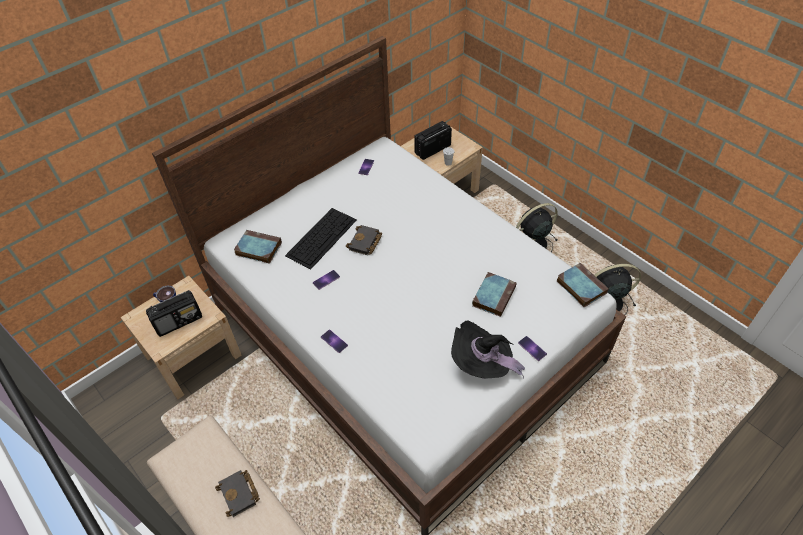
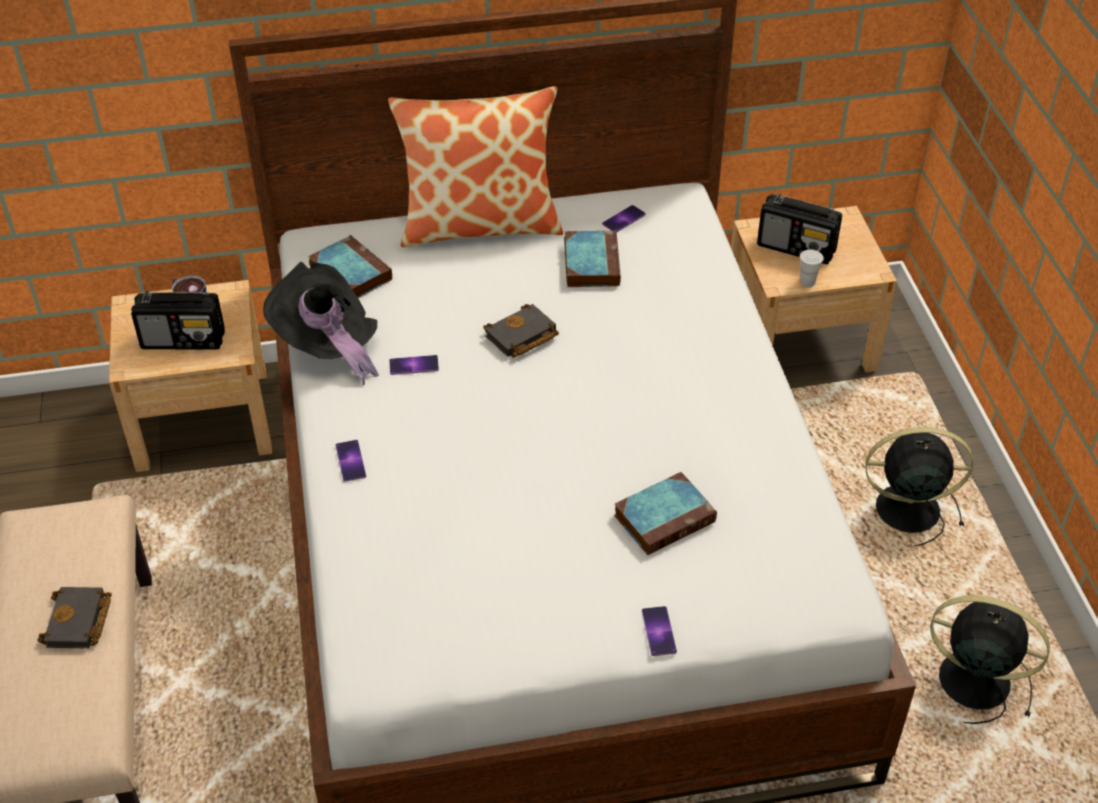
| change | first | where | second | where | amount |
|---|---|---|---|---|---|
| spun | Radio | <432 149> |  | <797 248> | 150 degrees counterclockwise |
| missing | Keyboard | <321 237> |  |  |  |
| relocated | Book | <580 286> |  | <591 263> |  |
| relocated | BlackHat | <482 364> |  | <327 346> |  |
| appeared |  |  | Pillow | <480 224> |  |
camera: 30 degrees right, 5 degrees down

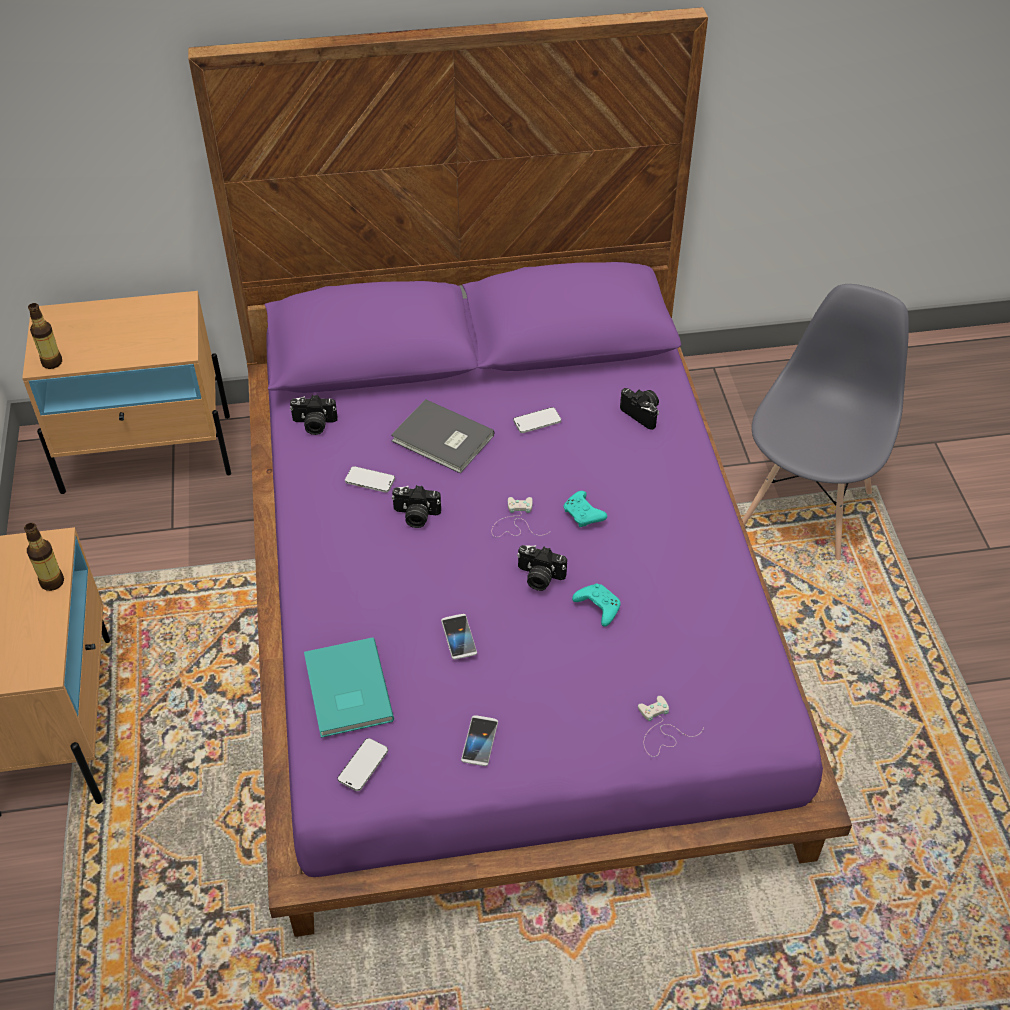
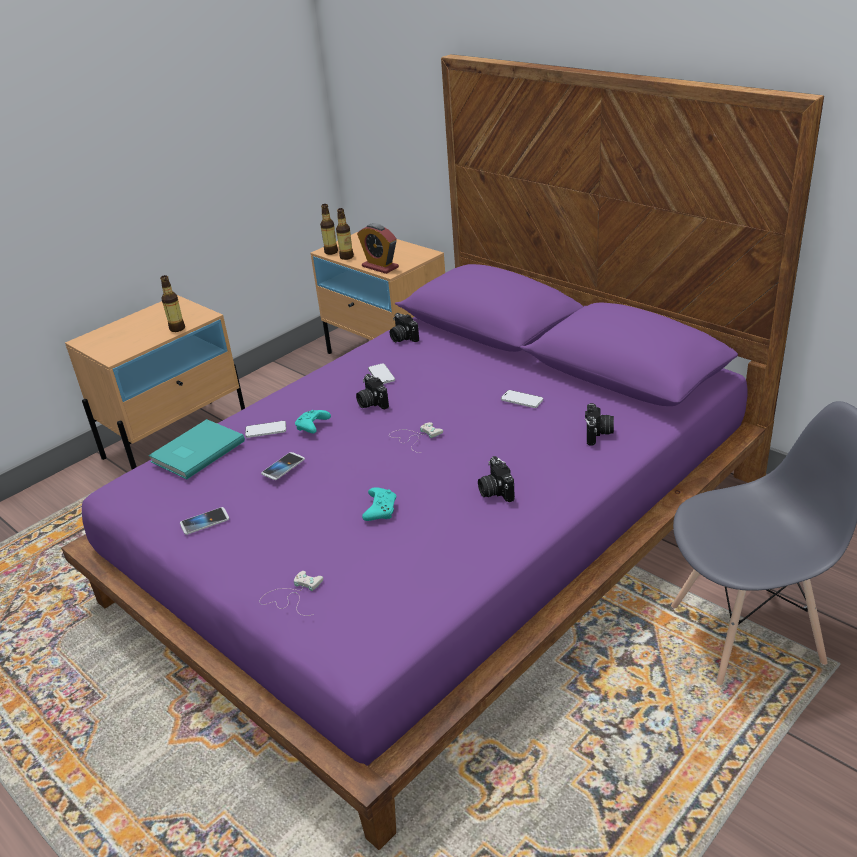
| change | first | where | second | where | amount |
|---|---|---|---|---|---|
| missing | GreyBook | <442 440> |  |  |  |
| relocated | TurquoiseGameController | <584 515> |  | <312 427> |  |
| relocated | PhotoCamera | <539 577> |  | <495 491> |  |
| relocated | Phone | <363 765> |  | <266 430> |  |
| appeared |  |  | Bottle | <346 257> |  |
| appeared |  |  | AlarmClock | <380 267> |  |
camera: 55 degrees right, 15 degrees down

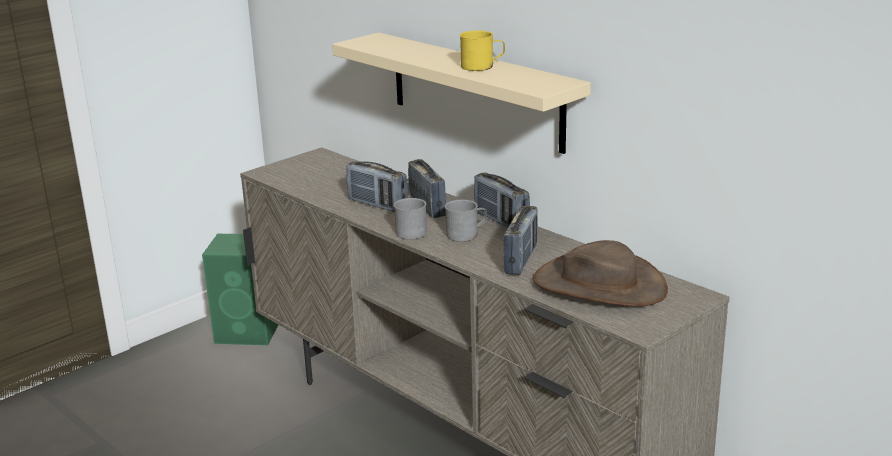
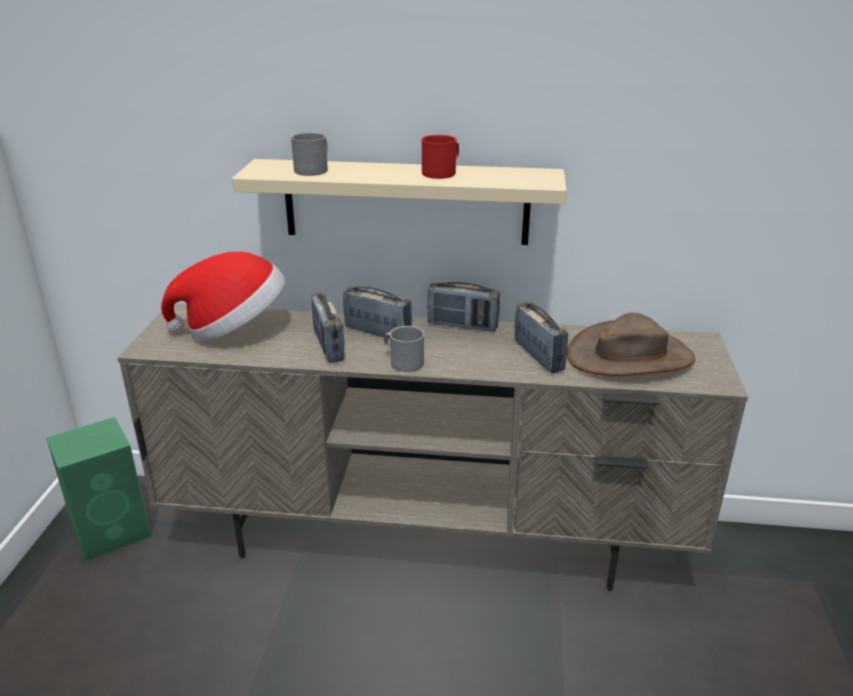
| change | first | where | second | where | amount |
|---|---|---|---|---|---|
| colour | YellowMug | <482 66> | RedMug | <442 172> |  |
| spun | Radio | <377 205> |  | <328 346> | 75 degrees clockwise |
| relocated | GreyMug | <466 234> |  | <314 169> |  |
| appeared |  |  | Hat | <233 329> |  |
camera: 40 degrees left, 5 degrees up

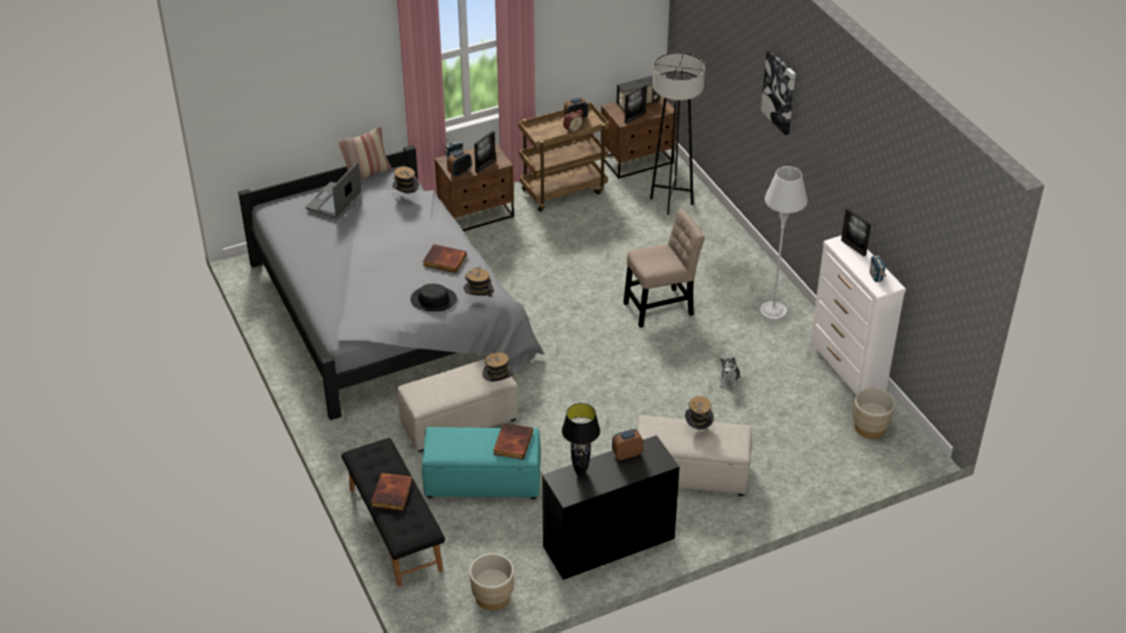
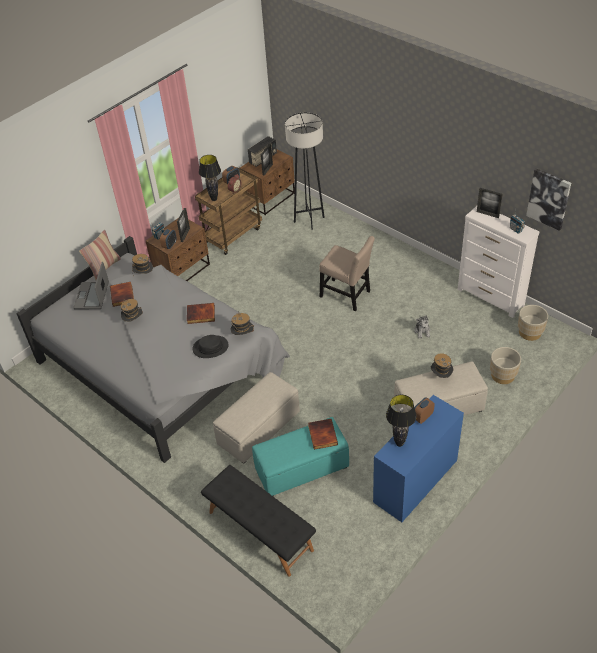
| change | first | where | second | where | amount |
|---|---|---|---|---|---|
| relocated | Picture | <779 91> |  | <549 198> |  |
| missing | GreyFloorLamp | <773 312> |  |  |  |
| spun | BeigeChair | <661 307> |  | <347 295> | 75 degrees clockwise |
| relocated | Hat | <497 383> |  | <134 321> |  |
| colour | BlackDesk | <608 543> | BlueDesk | <416 481> |  |
| relocated | Book | <393 494> |  | <123 295> |  |
| relocated | BeigePlanter | <492 597> |  | <502 375> |  |
| appeared |  |  | BlackTableLamp | <214 199> |  |
camera: 20 degrees left, 5 degrees up

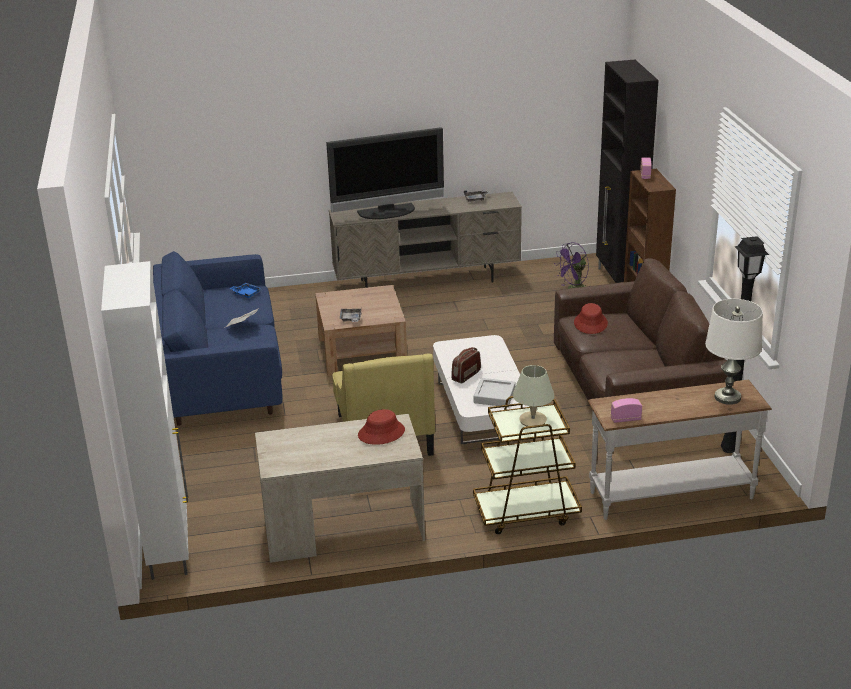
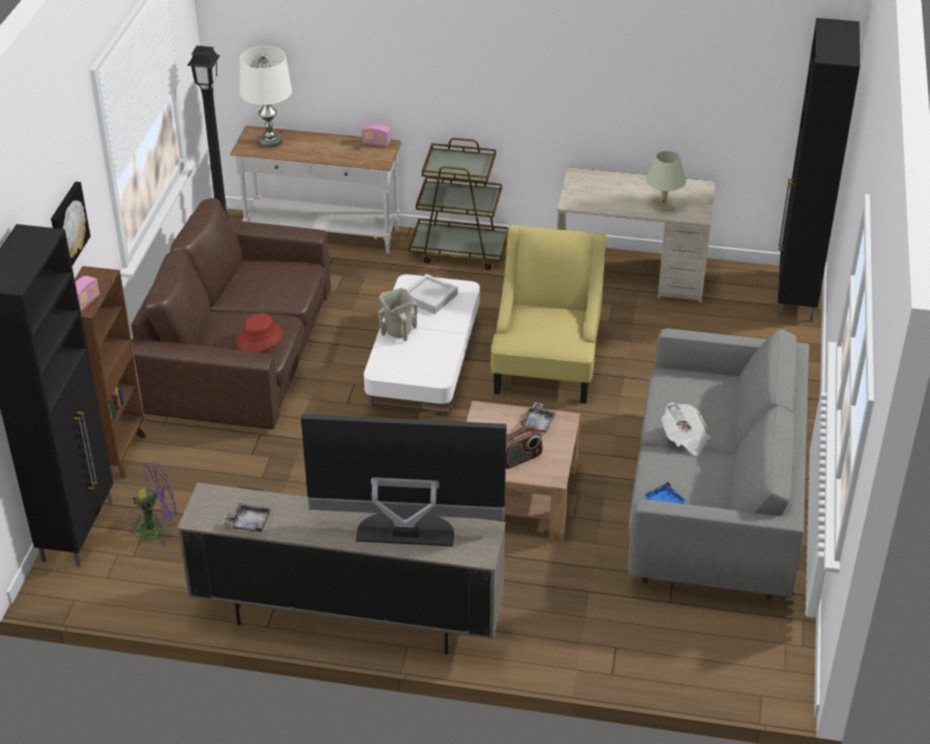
| change | first | where | second | where | amount |
|---|---|---|---|---|---|
| colour | BlueSofa | <220 375> | GreySofa | <714 506> |  |
| colour | WhiteCabinet | <170 549> | BlackCabinet | <795 296> |  |
| relocated | Radio | <466 375> |  | <519 459> |  |
| relocated | BeigeTableLamp | <533 420> |  | <663 204> |  |
| missing | RedHat | <381 433> |  |  |  |
| appeared |  |  | Picture | <67 227> |  |
| appeared |  |  | BeigeVase | <398 331> |  |
camera: 160 degrees left, 10 degrees up

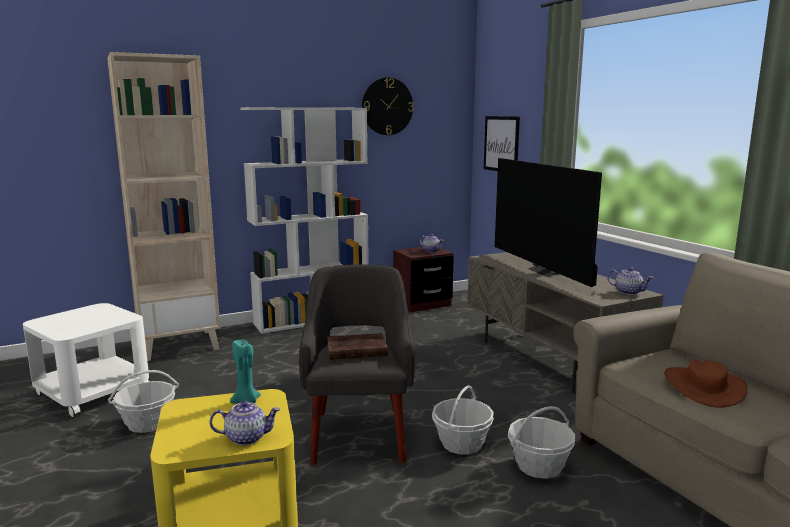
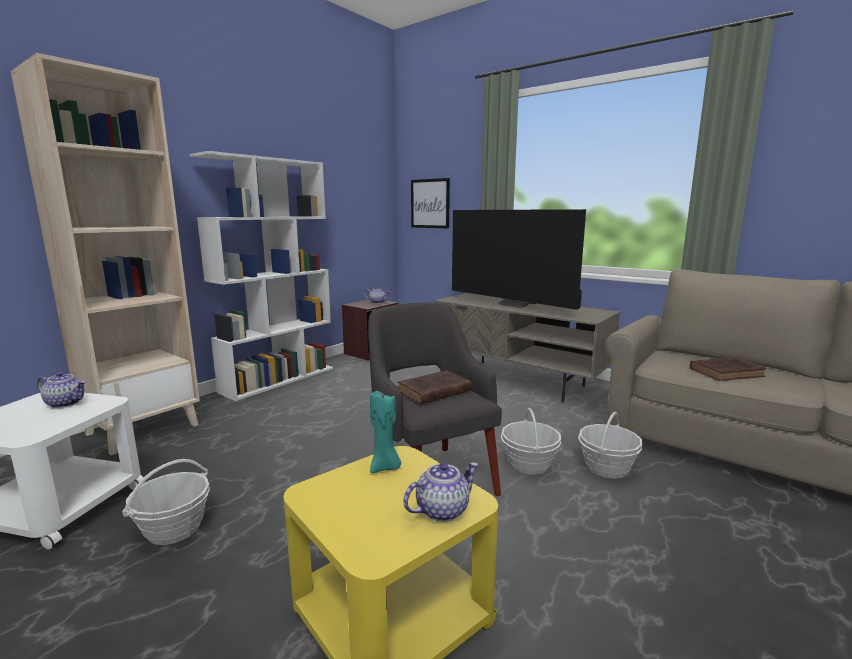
| change | first | where | second | where | amount |
|---|---|---|---|---|---|
| missing | WallClock | <387 106> |  |  |  |
| relocated | Teapot | <628 292> |  | <66 403> |  |
| exchanged | BrownHat | <703 387> | BrownBook | <727 372> |  |
camera: 25 degrees left, 0 degrees up

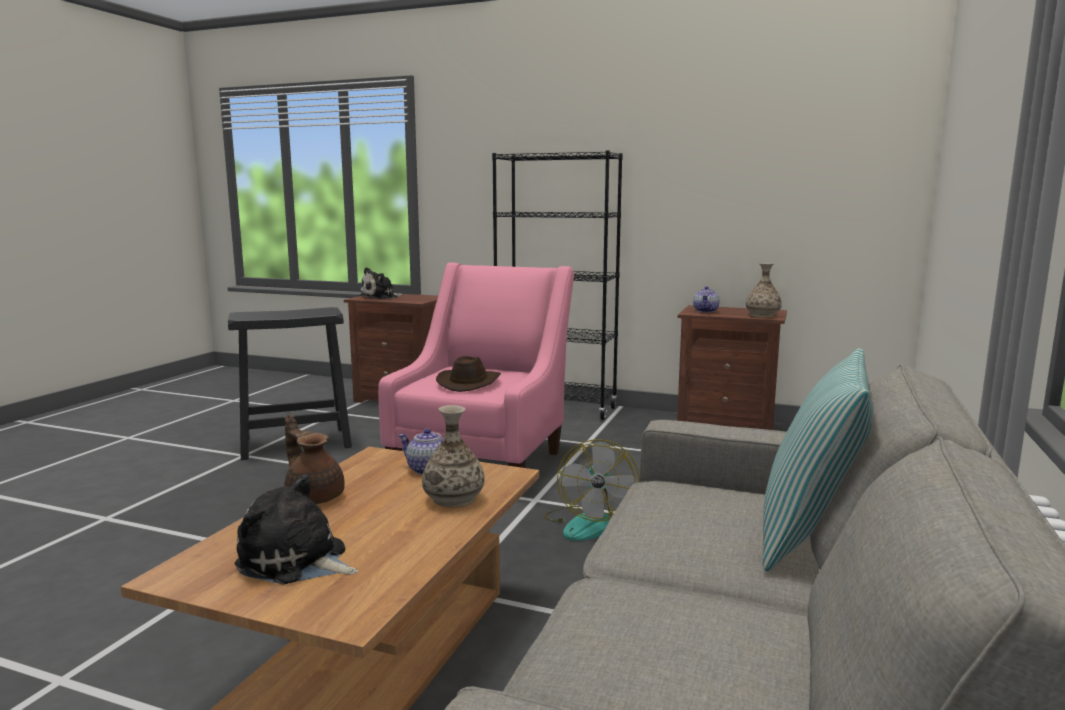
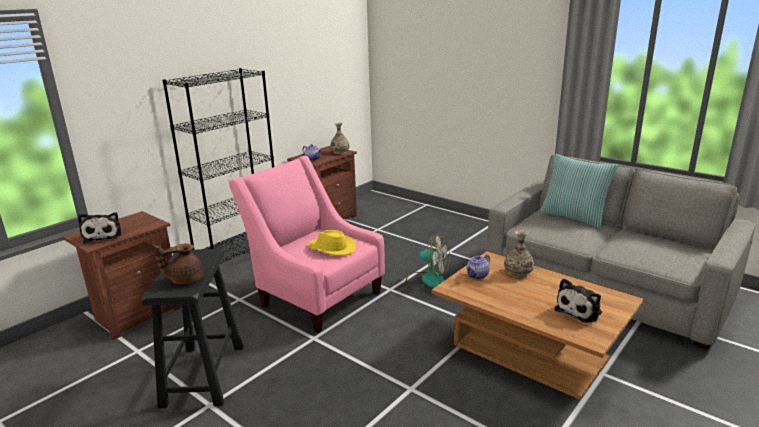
| change | first | where | second | where | amount |
|---|---|---|---|---|---|
| colour | BrownHat | <469 383> | YellowHat | <331 248> |  |
| relocated | BrownTeapot | <314 497> |  | <185 279> |  |
camera: 70 degrees left, 10 degrees up

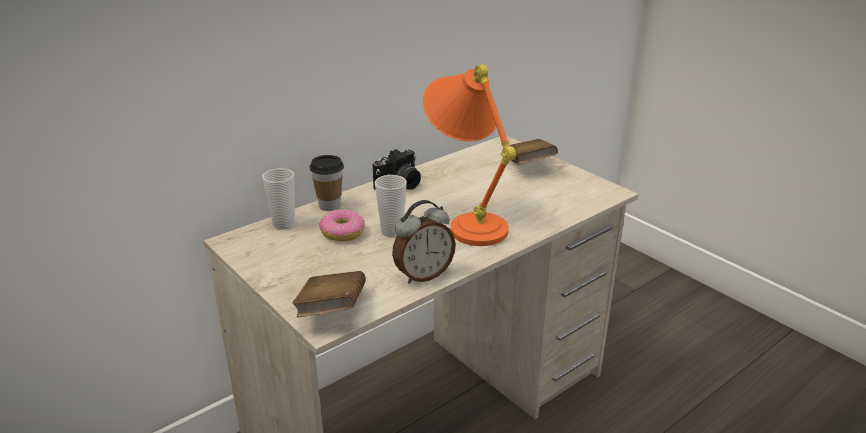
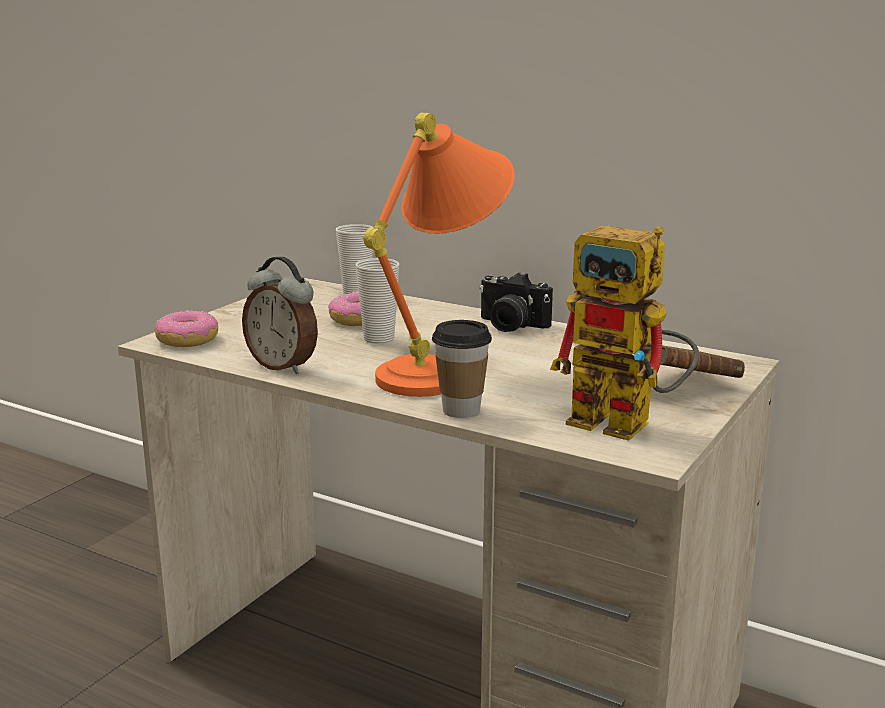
| change | first | where | second | where | amount |
|---|---|---|---|---|---|
| relocated | Cup | <329 206> |  | <461 410> |  |
| exchanged | BrownBook | <332 311> | Donut | <187 340> |  |
| appeared |  |  | ToyRobot | <627 425> |  |
camera: 70 degrees right, 10 degrees down

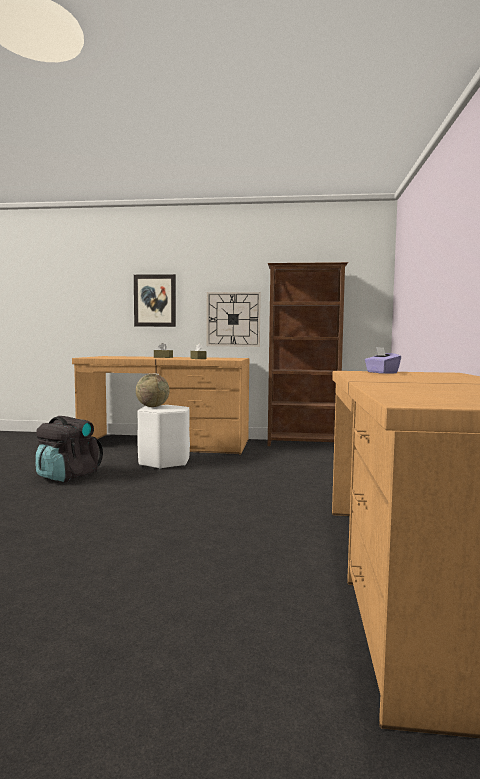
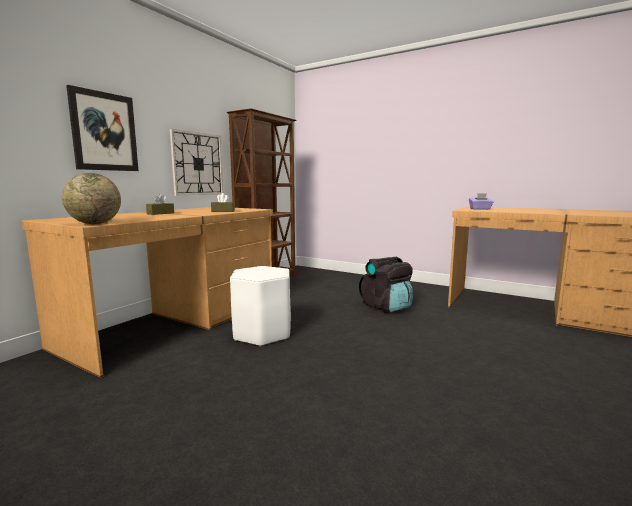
| change | first | where | second | where | amount |
|---|---|---|---|---|---|
| relocated | Globe | <152 406> |  | <95 223> |  |
| relocated | BlackBackpack | <67 476> |  | <386 307> |  |
camera: 65 degrees left, 5 degrees up

